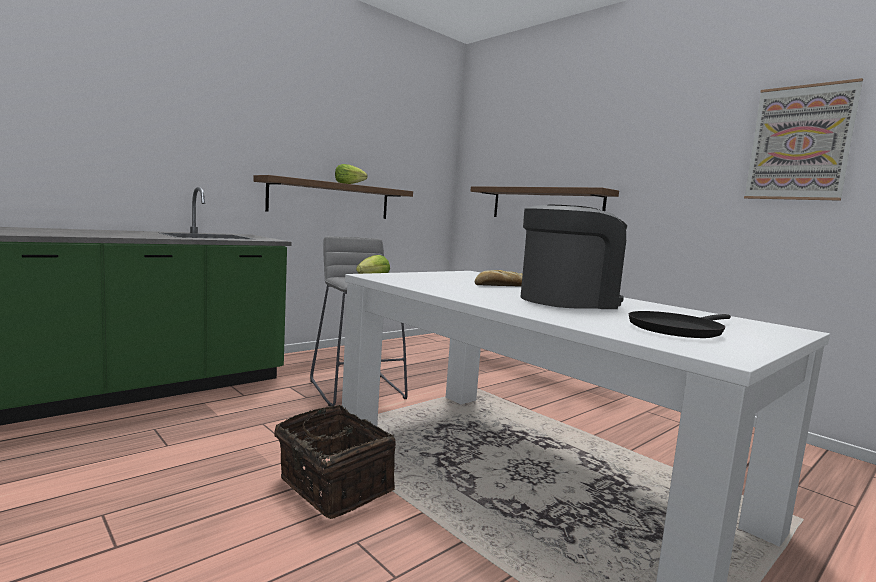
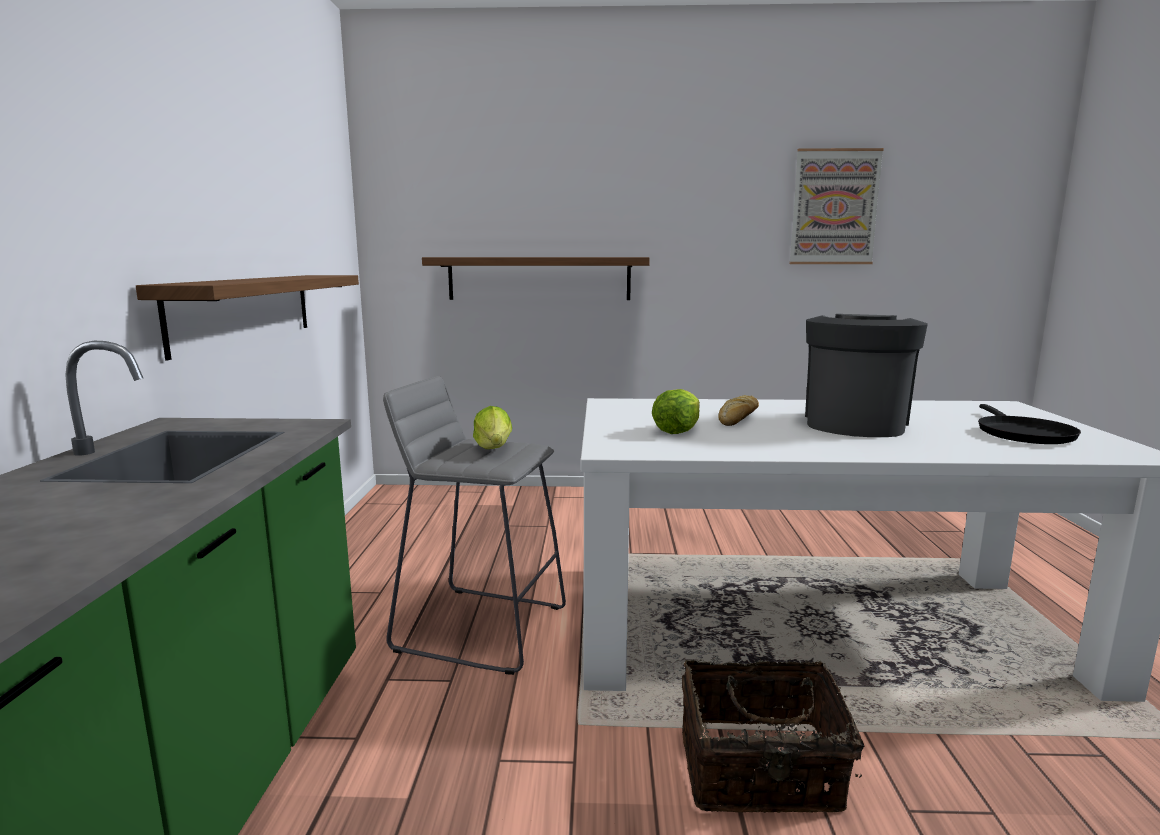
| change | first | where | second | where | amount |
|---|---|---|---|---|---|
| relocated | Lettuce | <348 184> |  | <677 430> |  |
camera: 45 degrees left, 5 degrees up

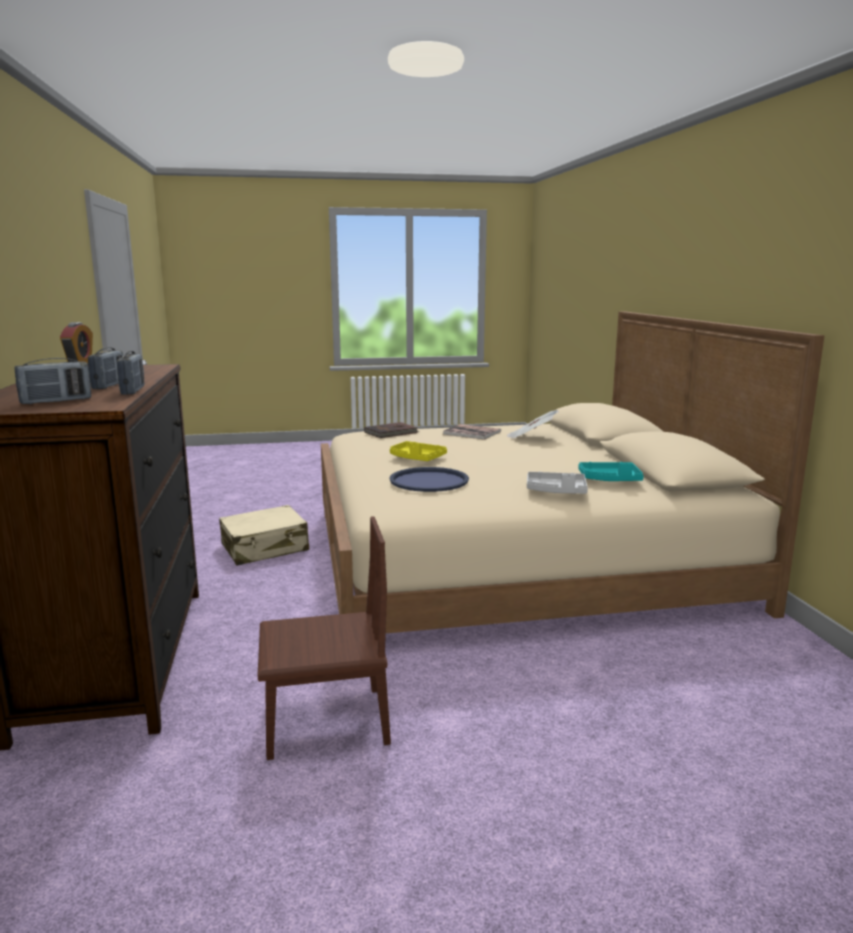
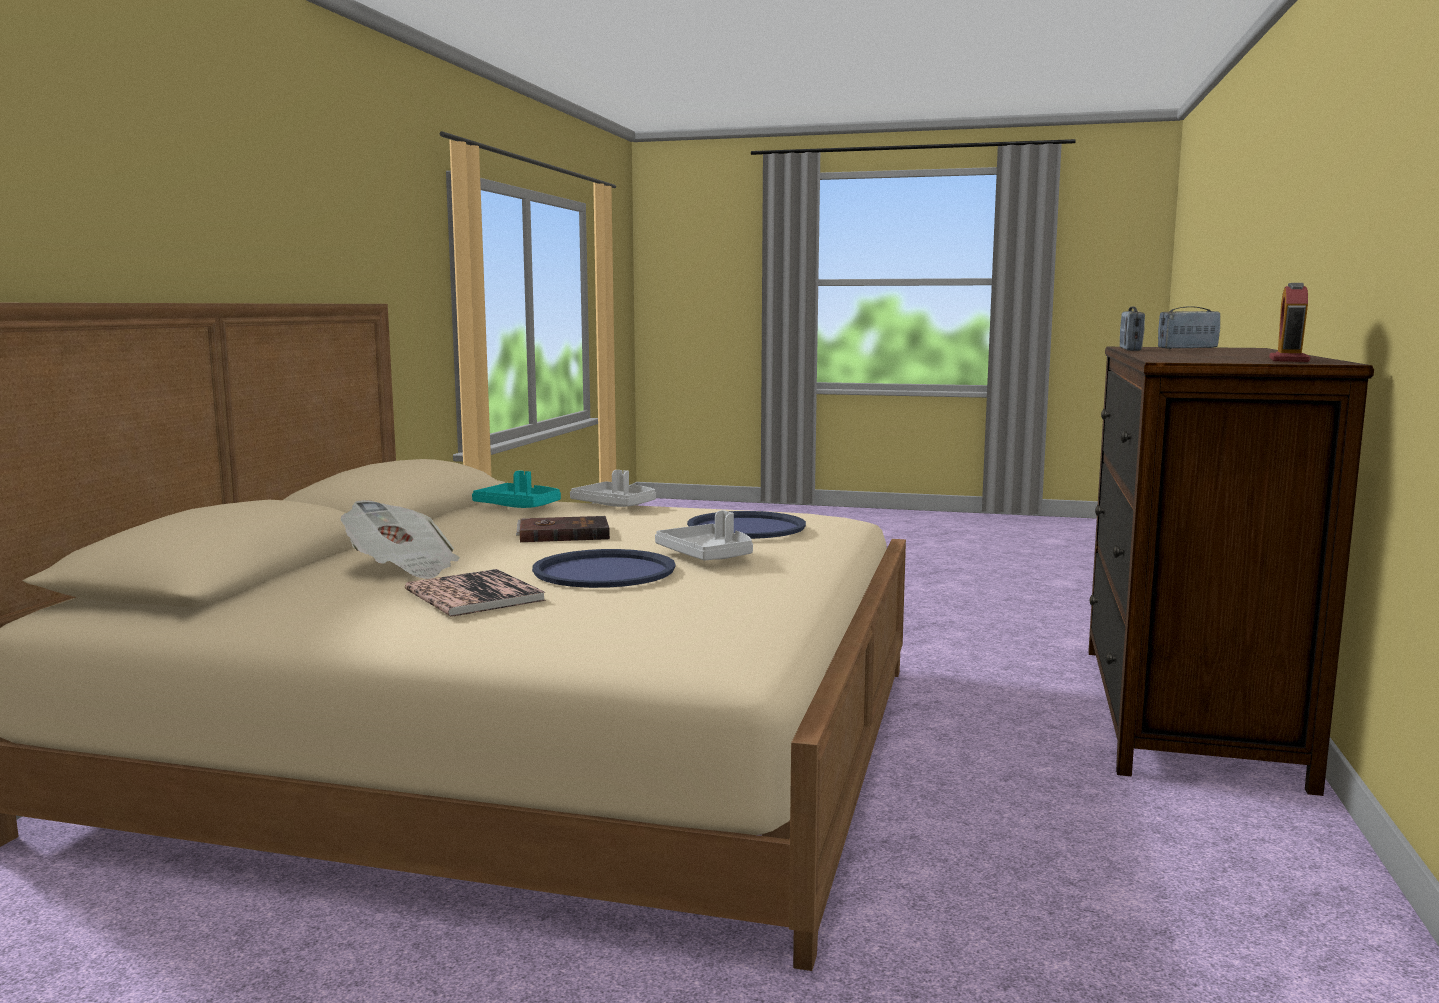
| change | first | where | second | where | amount |
|---|---|---|---|---|---|
| missing | Radio | <109 386> |  |  |  |
| relocated | BrownBook | <391 432> |  | <563 534> |  |
| colour | YellowTray | <416 459> | GreyTray | <708 556> |  |
| missing | BeigeSuitcase | <265 548> |  |  |  |
| missing | BrownChair | <326 722> |  |  |  |
| appeared |  |  | BlueTray | <604 571> |  |
camera: 155 degrees left, 5 degrees down

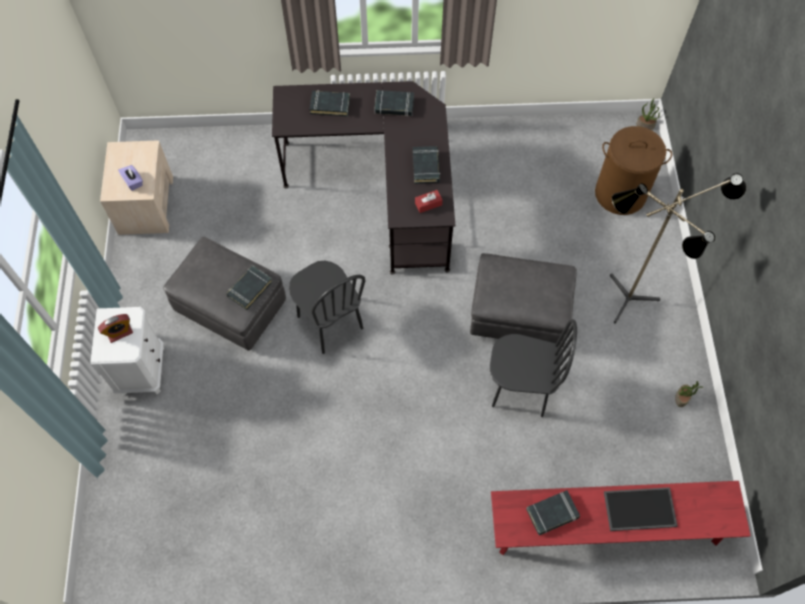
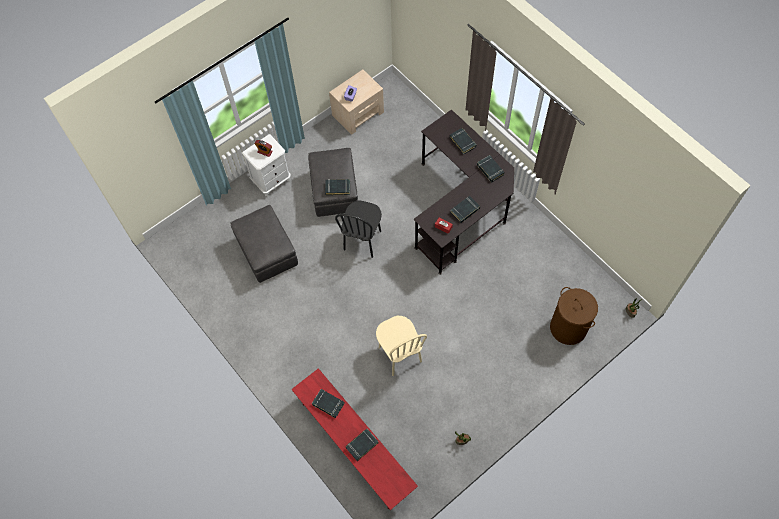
| change | first | where | second | where | amount |
|---|---|---|---|---|---|
| missing | FloorLamp | <629 305> |  |  |  |
| relocated | GreyOttoman | <519 313> |  | <267 252> |  |
| colour | BlackChair | <520 389> | BeigeChair | <399 355> |  |
| exchanged | Tray | <639 510> | BlackBook | <362 445> |  |
camera: 55 degrees right, 0 degrees up

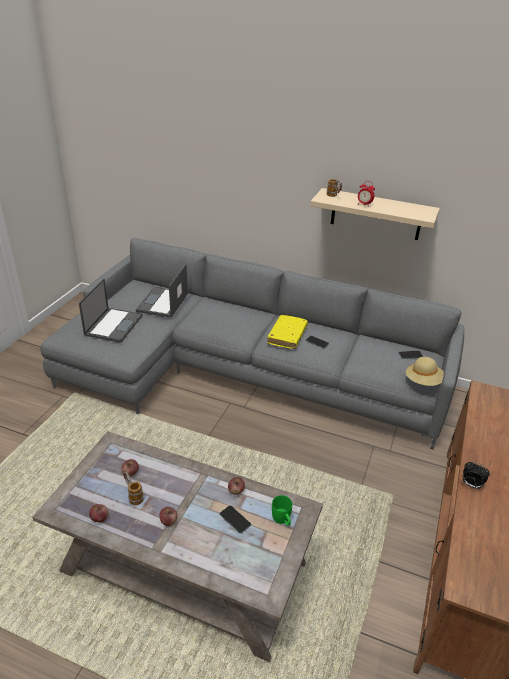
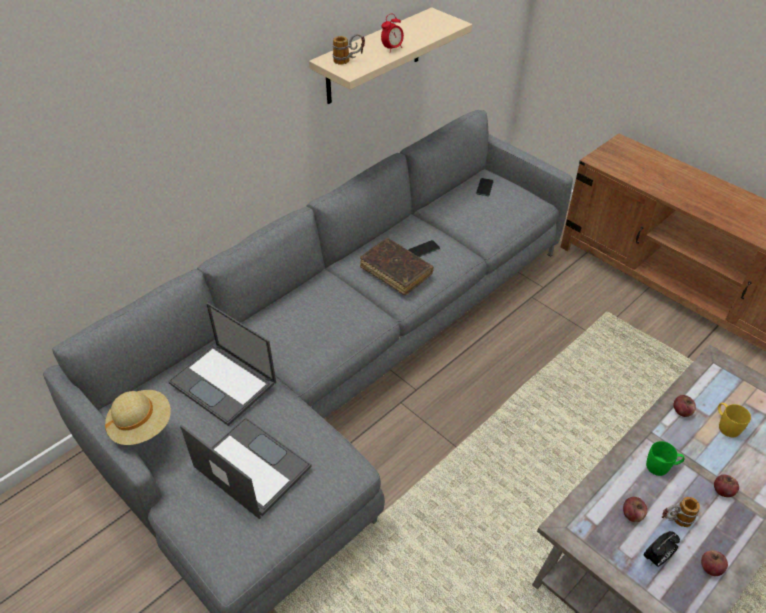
| change | first | where | second | where | amount |
|---|---|---|---|---|---|
| colour | YellowBook | <287 336> | BrownBook | <396 271> |  |
| relocated | BeigeHat | <423 381> |  | <142 426> |  |
| relocated | AlarmClock | <471 485> |  | <656 558> |  |
| relocated | GreenMug | <282 520> |  | <662 467> |  |
| exchanged | Phone | <235 519> | YellowMug | <726 425> |  |
camera: 65 degrees left, 10 degrees up

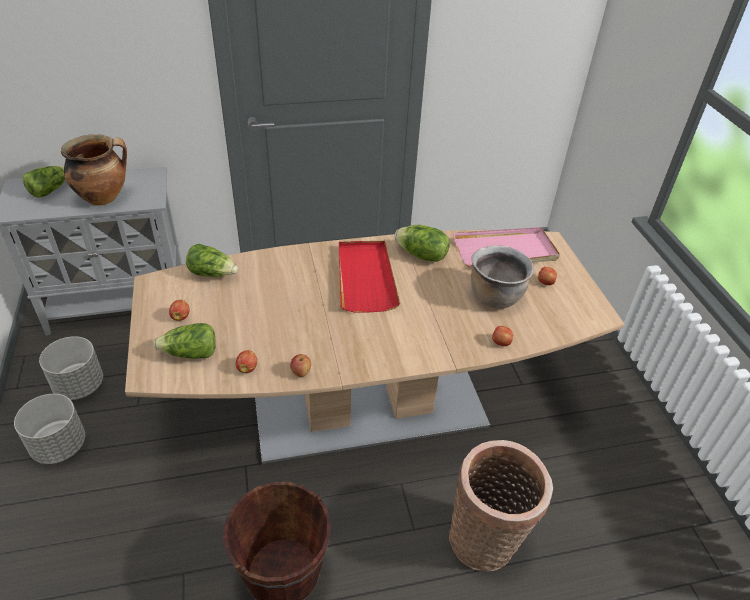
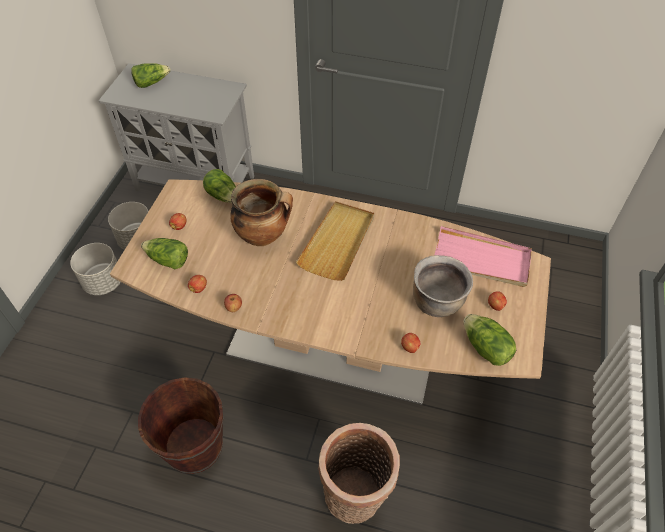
| change | first | where | second | where | amount |
|---|---|---|---|---|---|
| relocated | CookingPot | <104 197> |  | <263 236> |  |
| relocated | Lettuce | <421 255> |  | <485 348> |  |
| colour | RedTray | <365 277> | BeigeTray | <338 242> |  |
camera: 30 degrees right, 10 degrees up

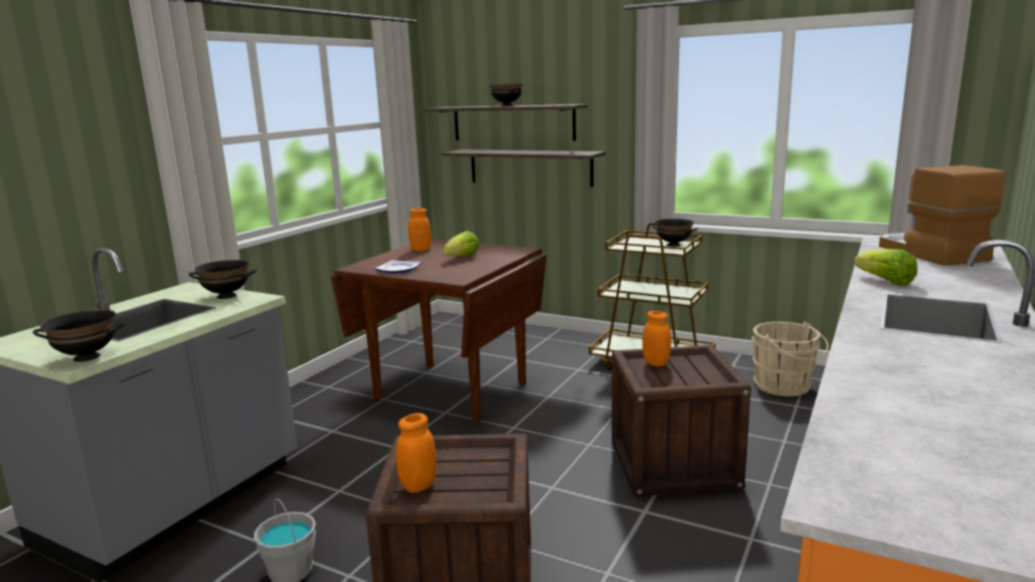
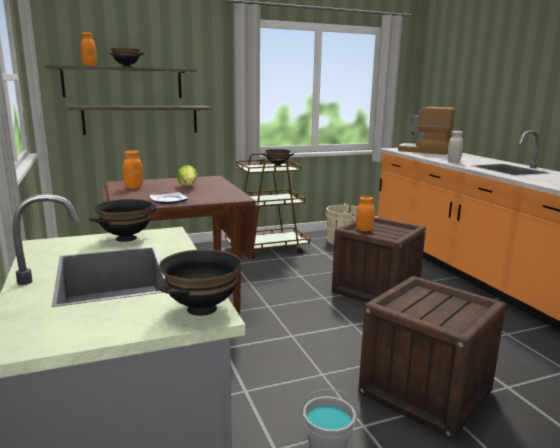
| change | first | where | second | where | amount |
|---|---|---|---|---|---|
| exchanged | Lettuce | <885 281> | WhiteJar | <453 161> |  |
| relocated | OrangeJar | <419 485> |  | <89 66> |  |
camera: 50 degrees left, 0 degrees up

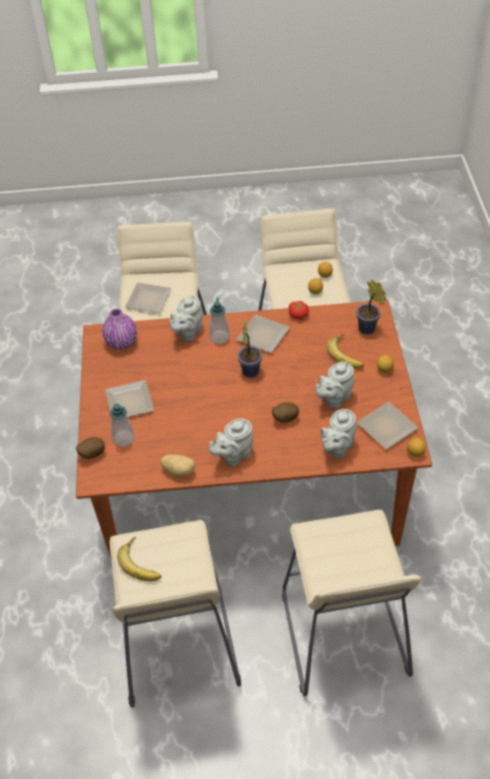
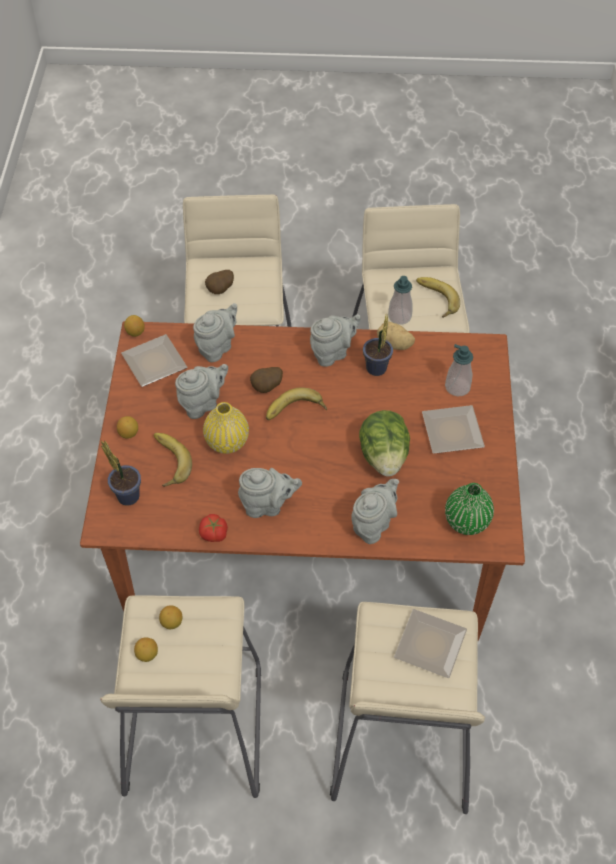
| change | first | where | second | where | amount |
|---|---|---|---|---|---|
| relocated | SoapDispenser | <219 337> |  | <399 316> |  |
| colour | PurpleVase | <121 342> | GreenVase | <466 521> |  |
| exchanged | Plate | <265 335> | GreyTeapot | <267 505> |  |
| relocated | PottedPlant | <250 370> |  | <376 370> |  |
| relocated | Potato | <92 454> |  | <220 290> |  |
| appeared |  |  | Banana | <295 412> |  |
| appeared |  |  | YellowVase | <227 442> |  |
| appeared |  |  | Lettuce | <384 456> |  |
camera: 175 degrees left, 5 degrees up

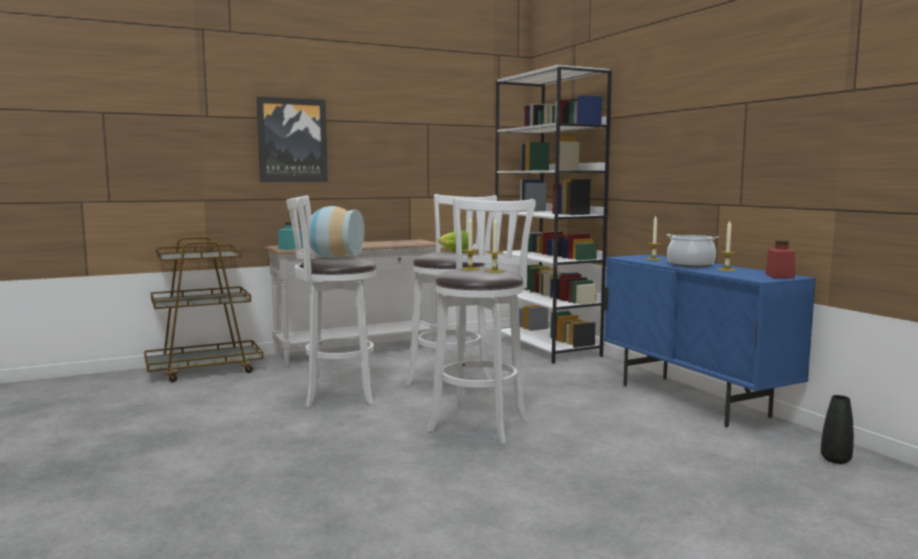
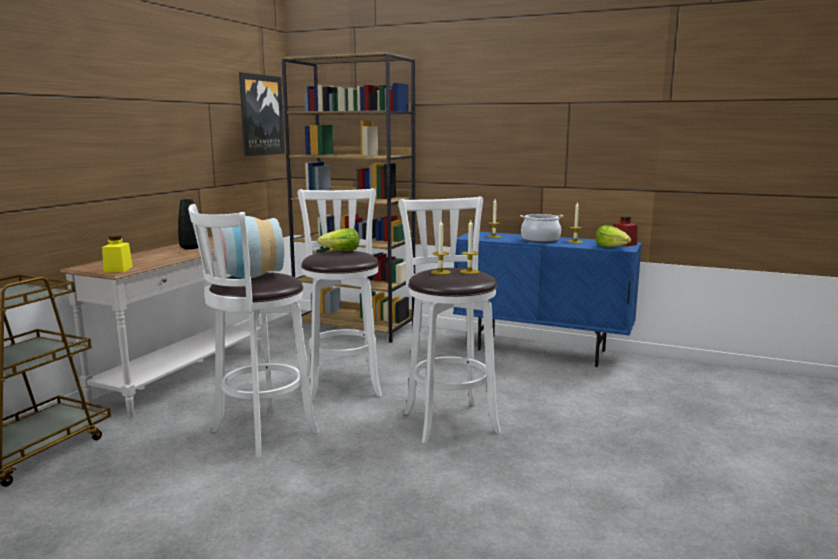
| change | first | where | second | where | amount |
|---|---|---|---|---|---|
| colour | WhiteBookcase | <546 347> | BrownBookcase | <356 327> |  |
| relocated | Picture | <292 140> |  | <261 115> |  |
| colour | TurquoiseJar | <290 248> | YellowJar | <118 269> |  |
| relocated | BlackVase | <835 460> |  | <190 248> |  |
| appeared |  |  | Lettuce | <612 247> |  |
camera: 40 degrees left, 5 degrees up

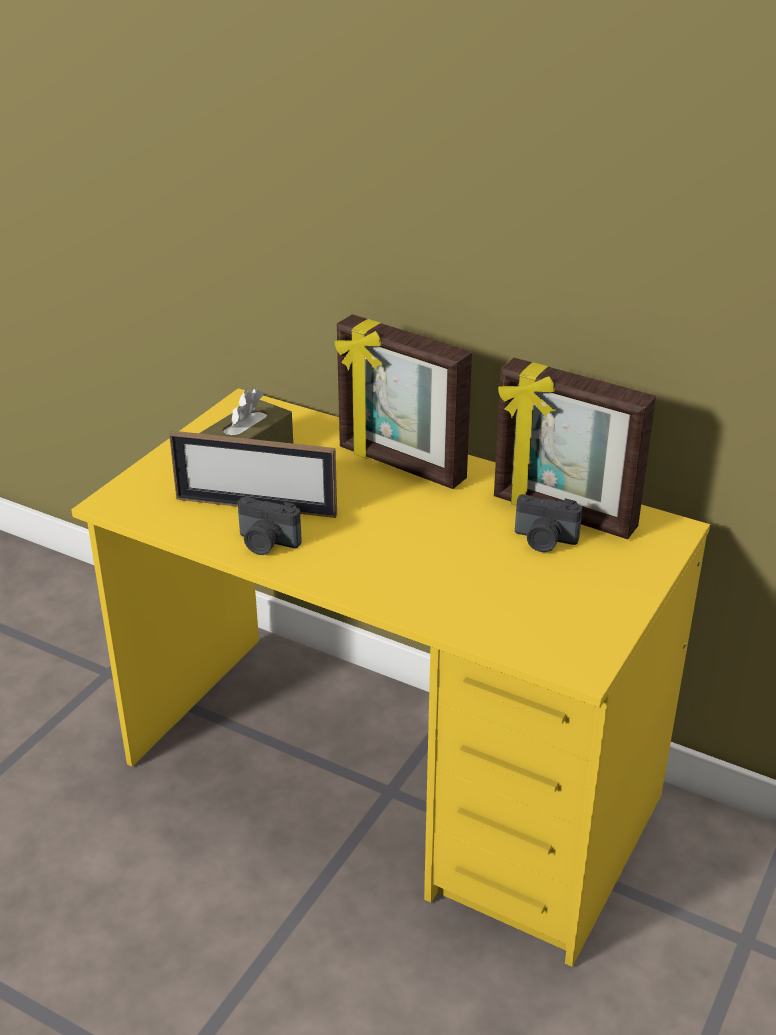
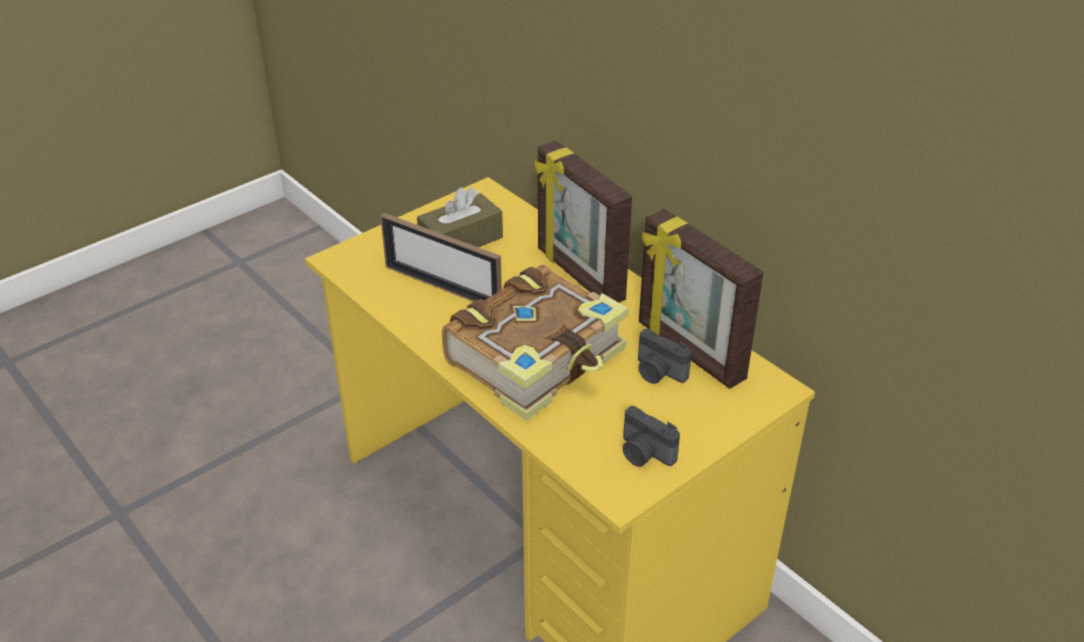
| change | first | where | second | where | amount |
|---|---|---|---|---|---|
| relocated | PhotoCamera | <266 543> |  | <644 454> |  |
| appeared |  |  | Book | <538 357> |  |
camera: 20 degrees right, 5 degrees up

